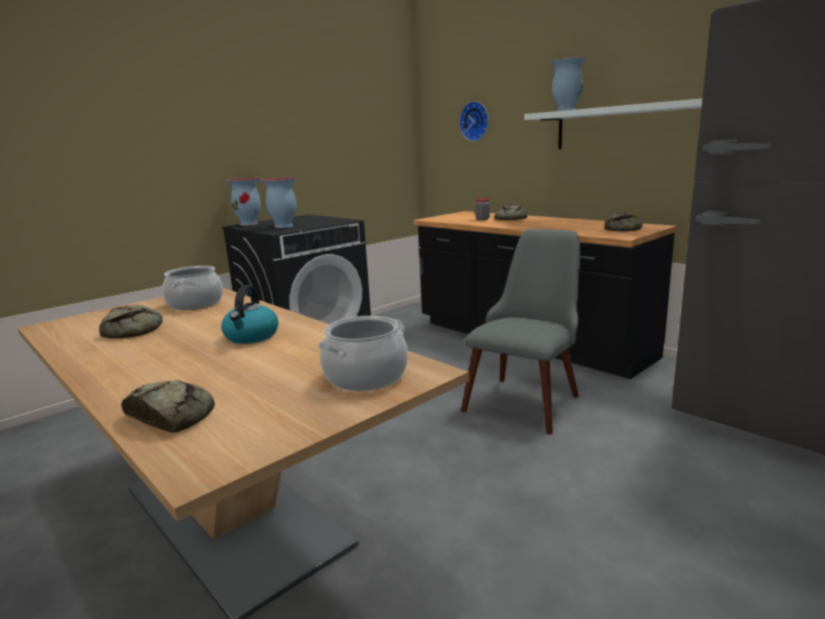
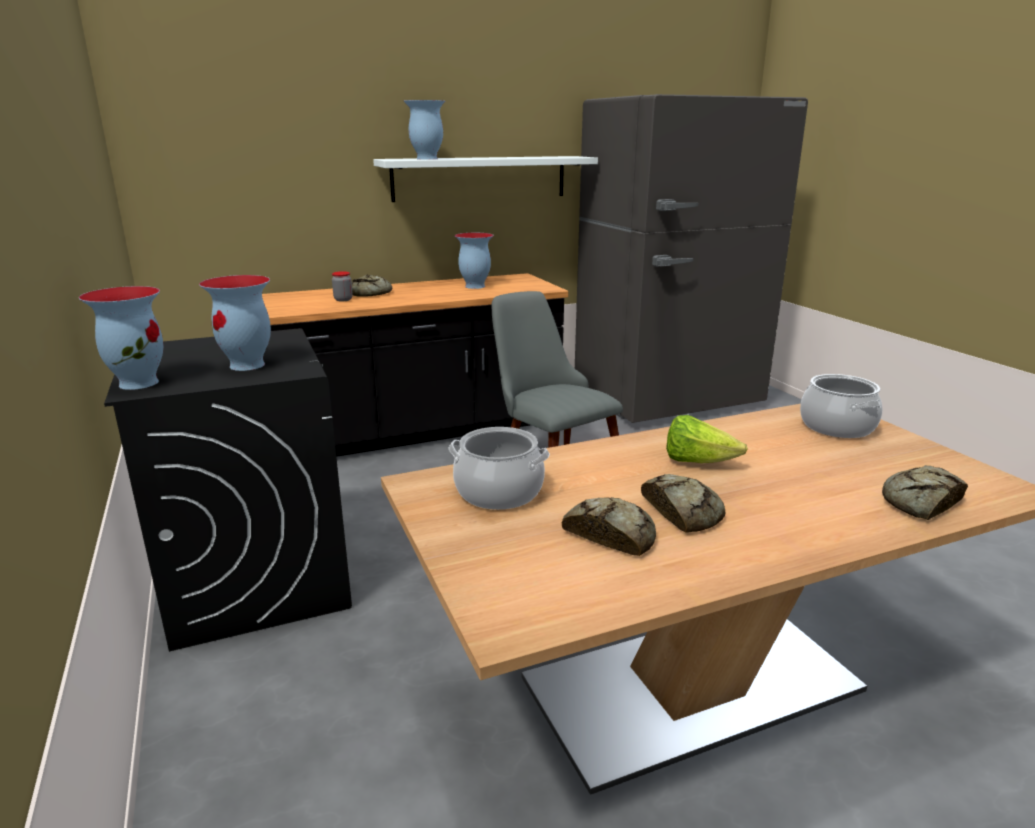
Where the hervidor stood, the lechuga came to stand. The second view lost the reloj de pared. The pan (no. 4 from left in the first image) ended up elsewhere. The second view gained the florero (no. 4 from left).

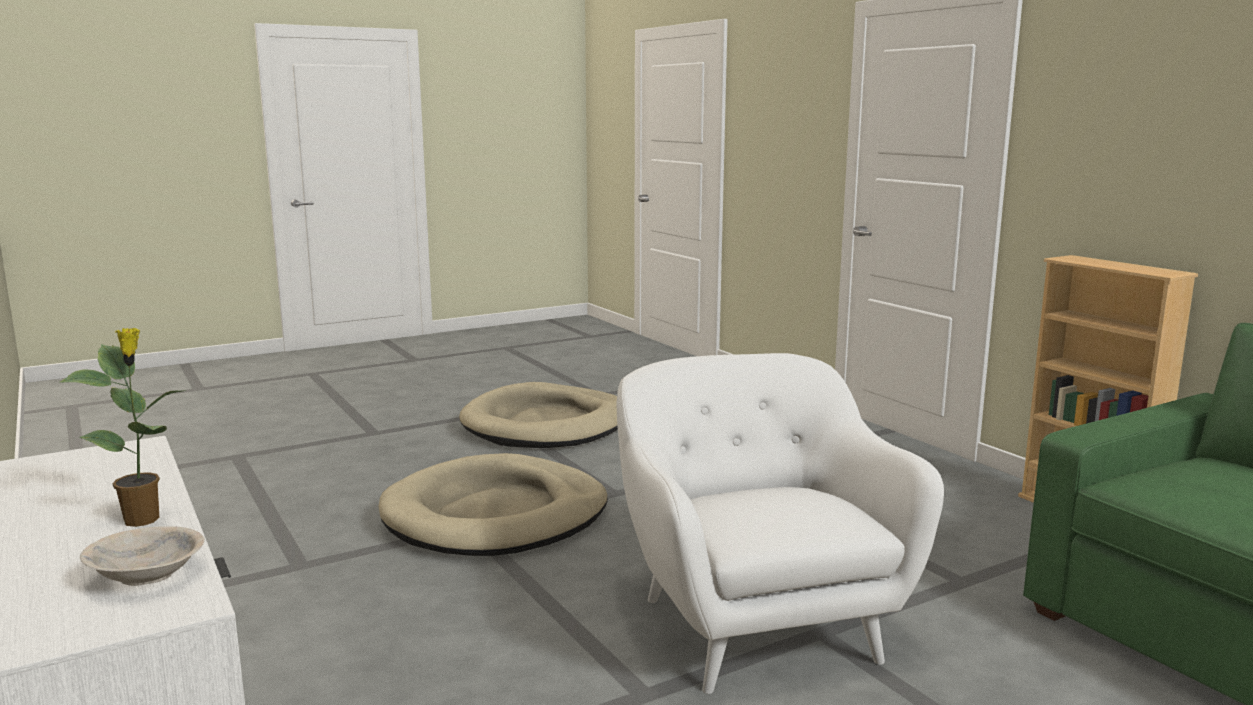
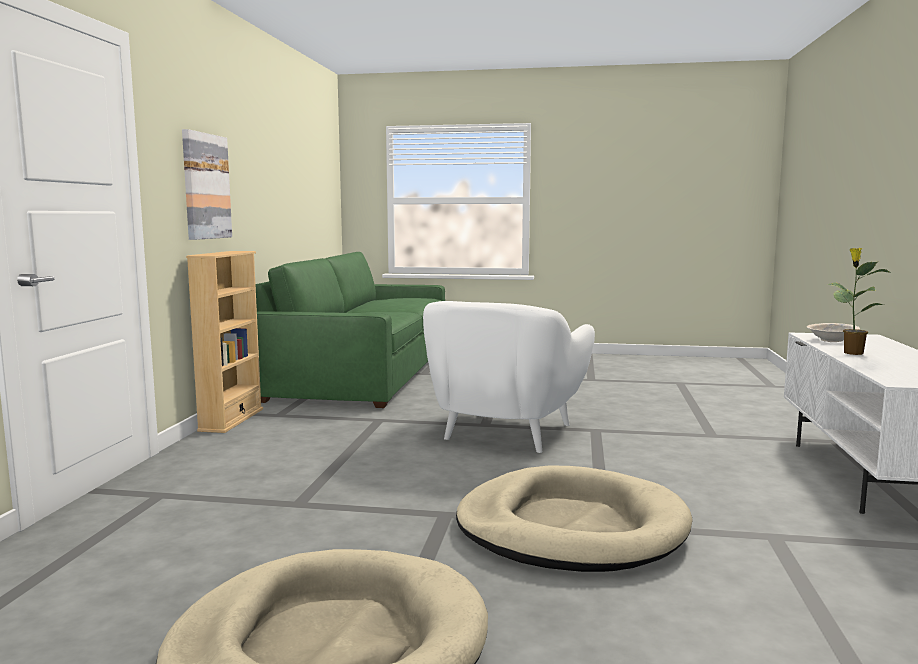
The second view gained the cuadro.

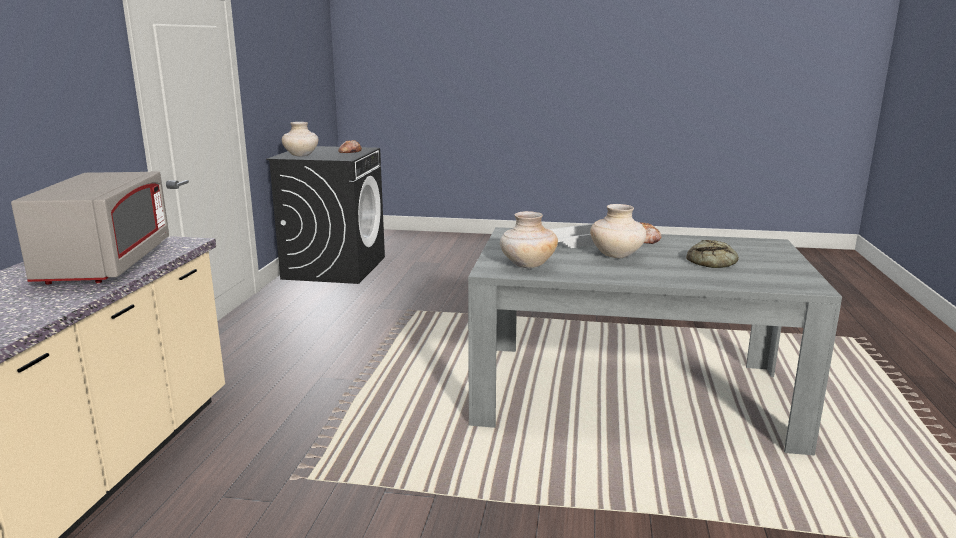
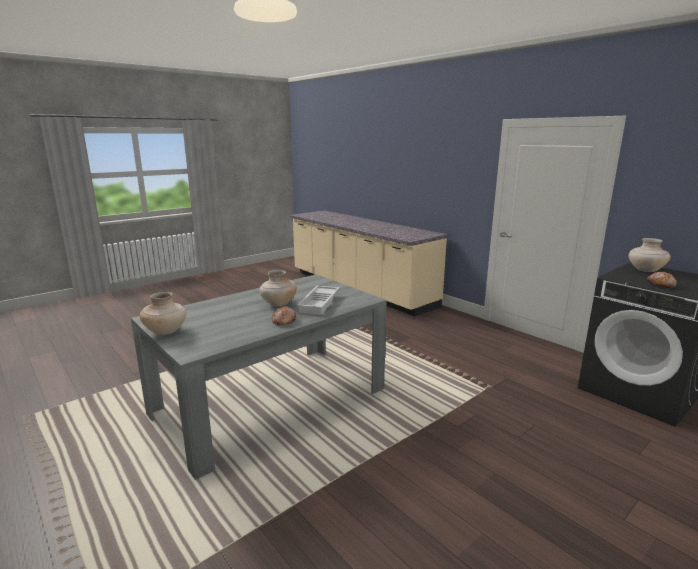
The second view lost the microondas/gris. The florero/beis (no. 2 from left in the first image) ended up elsewhere. The second view lost the pan (no. 3 from left).

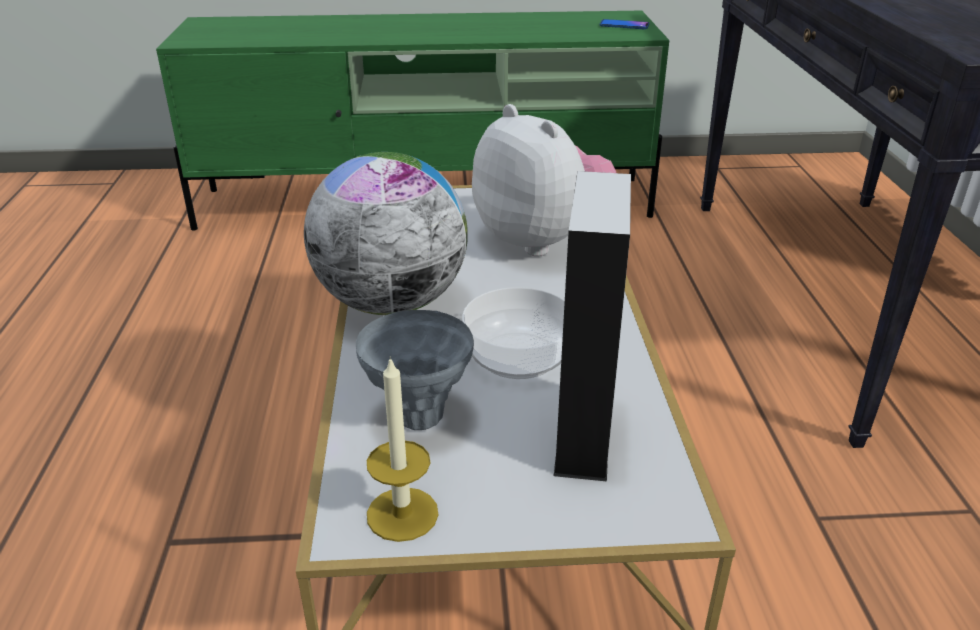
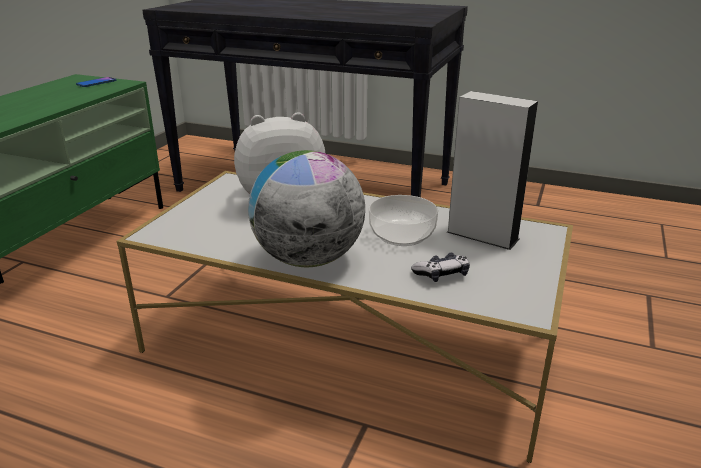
Where the florero/gris stood, the mando de consola came to stand. The second view lost the vela.

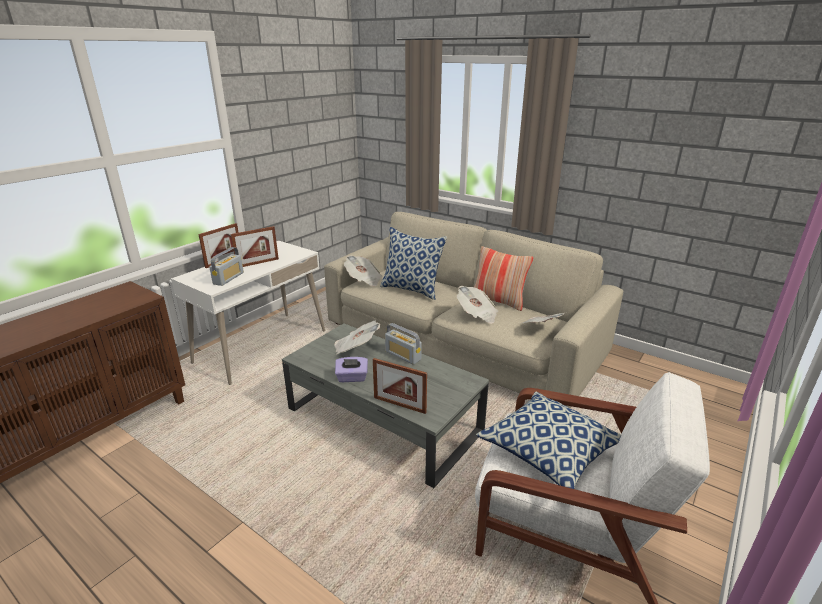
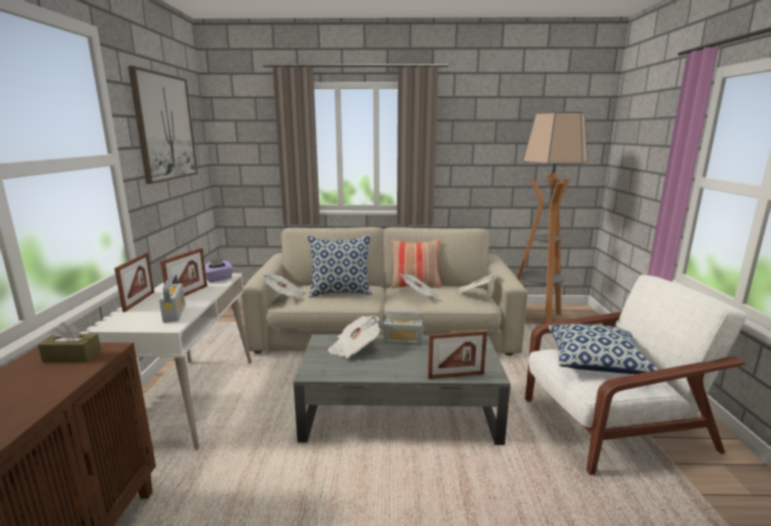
The caja de pañuelos/morado ended up elsewhere. The second view gained the caja de pañuelos/marrón. The second view gained the cuadro. The second view gained the lámpara de pie.

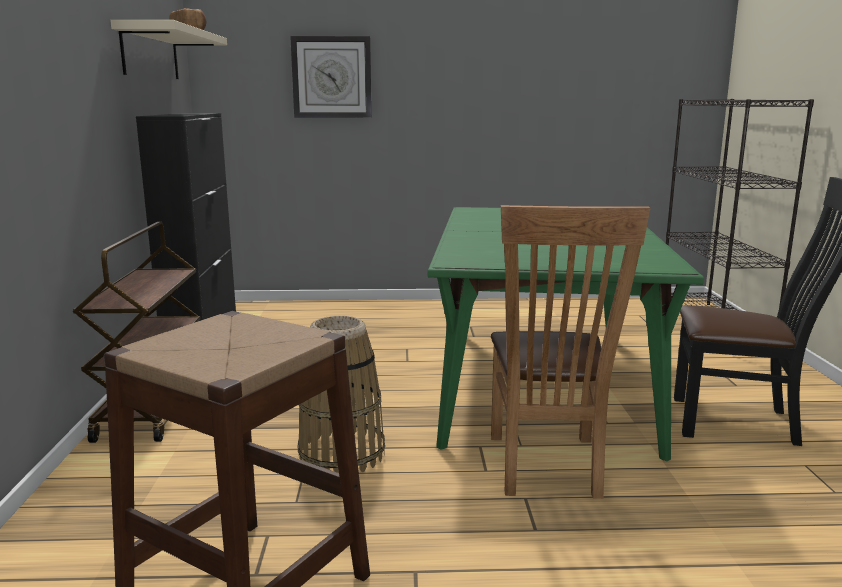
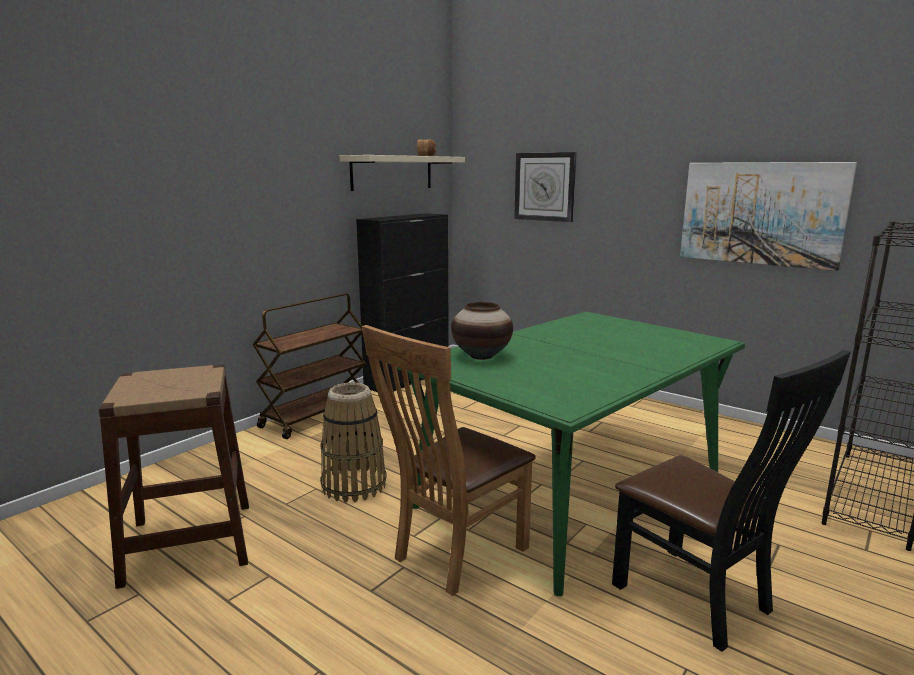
The second view gained the florero. The second view gained the cuadro.

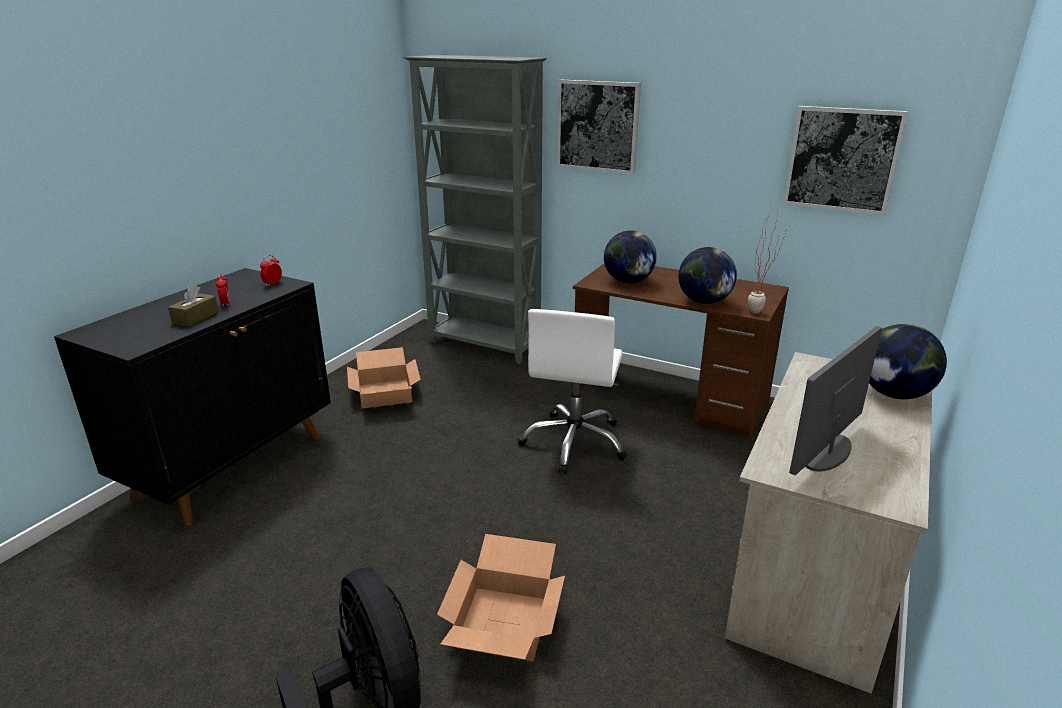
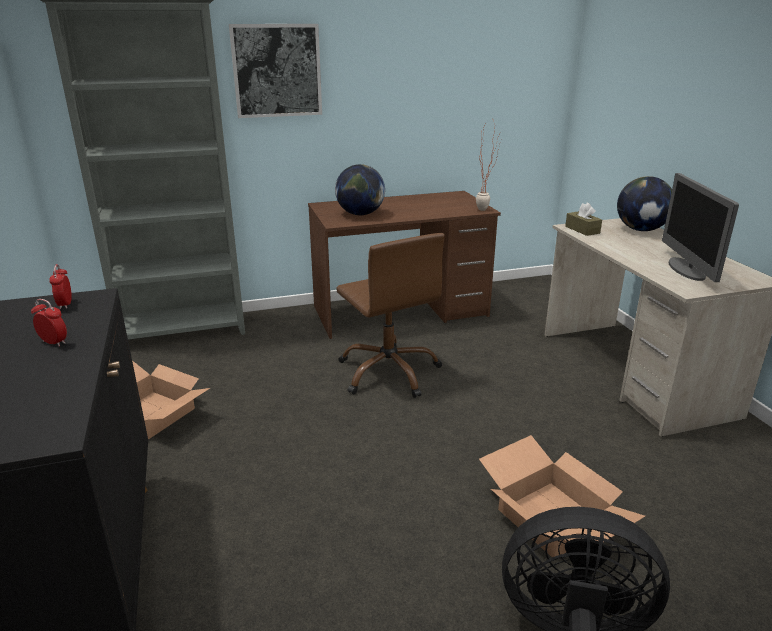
The caja de pañuelos/marrón ended up elsewhere. What was the silla de oficina/blanco turned into the silla de oficina/marrón. The second view lost the globo terráqueo (no. 2 from left). The second view lost the cuadro (no. 2 from left).

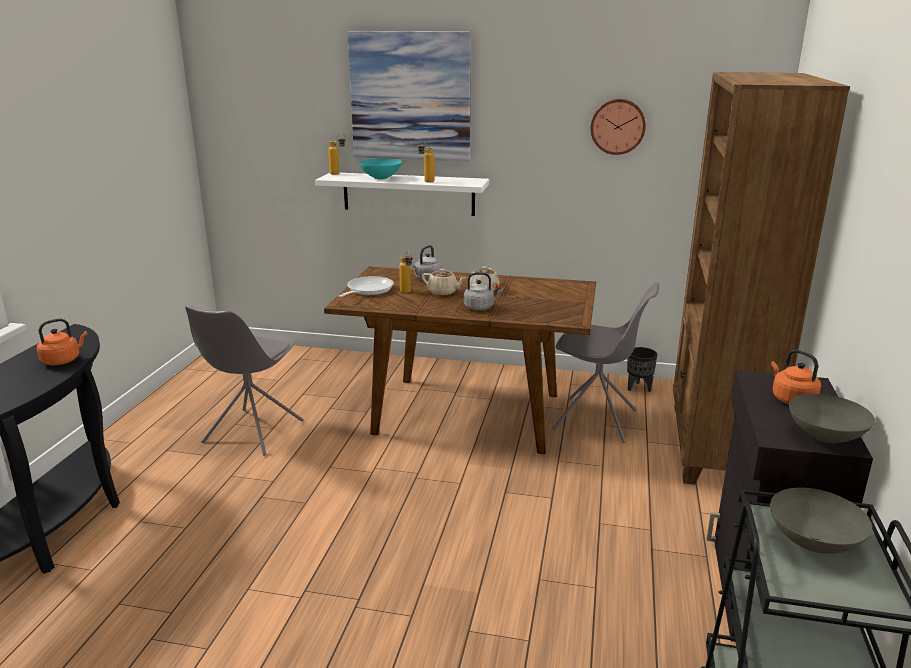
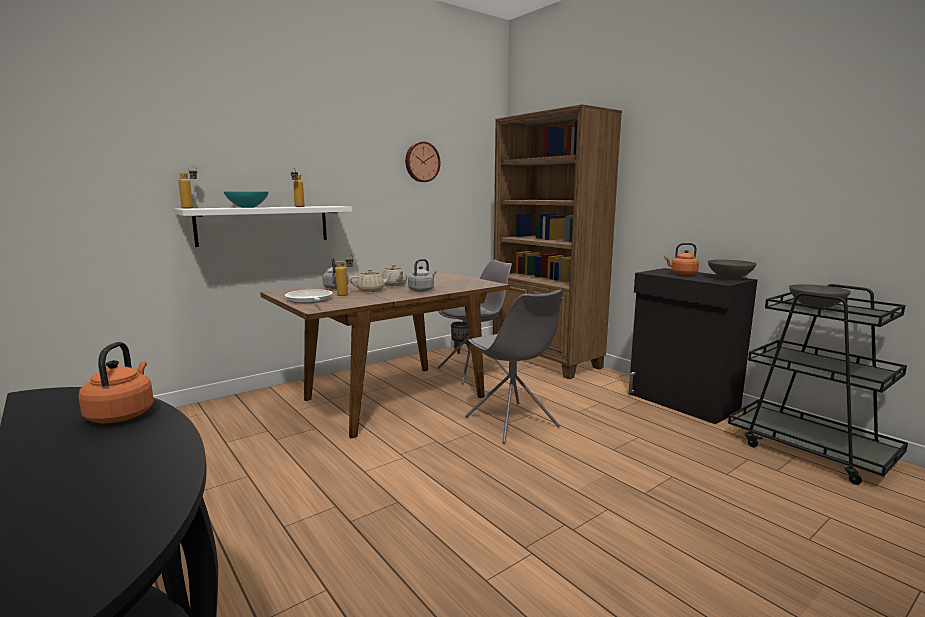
The silla/gris (no. 1 from left in the first image) ended up elsewhere. The second view lost the cuadro.

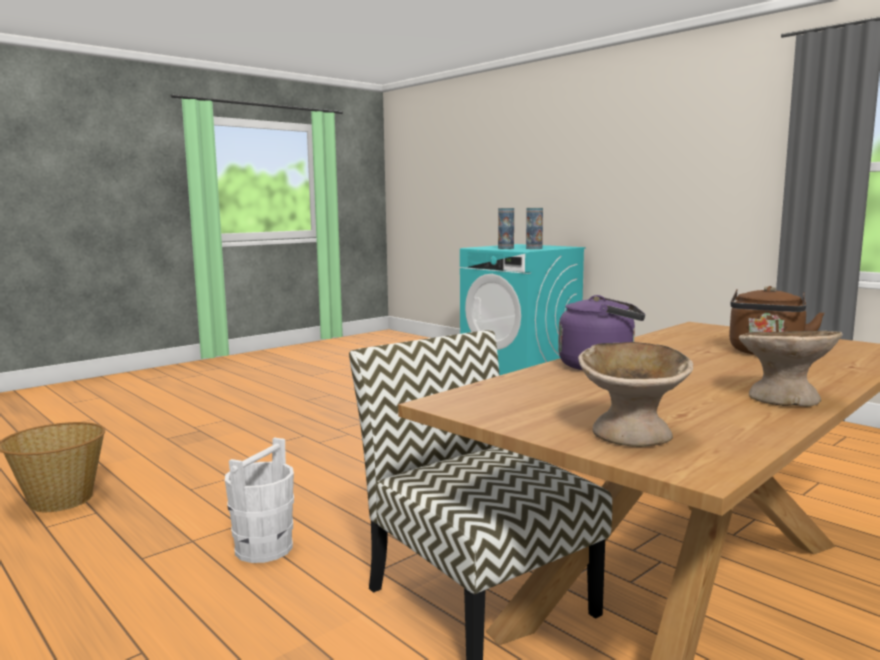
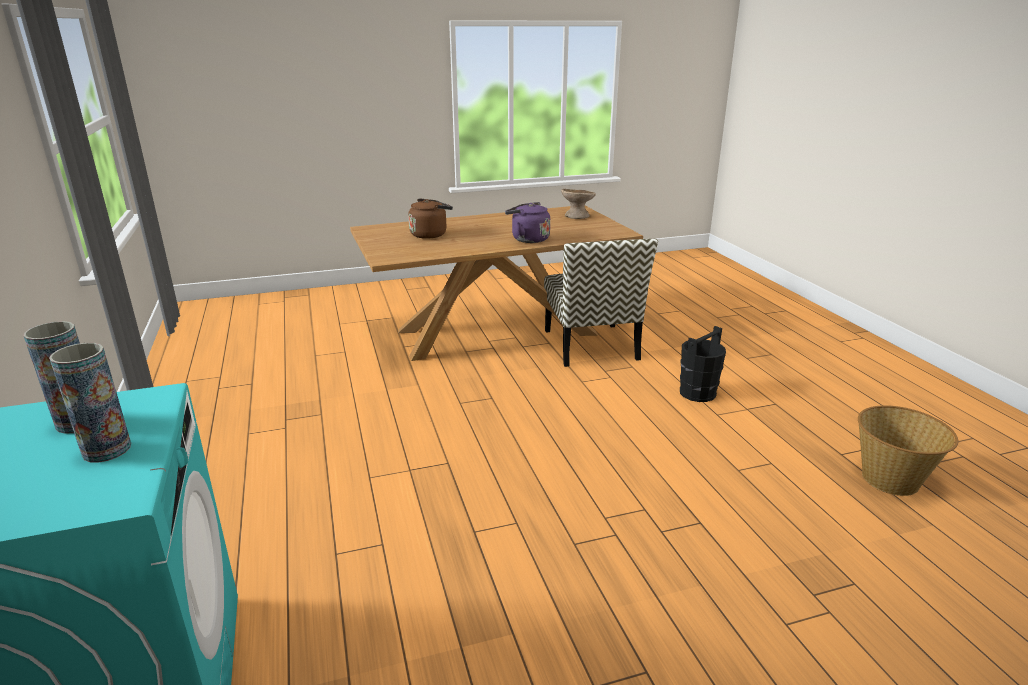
What was the cubo/blanco turned into the cubo/negro. The second view lost the cuenco/beis (no. 2 from left).

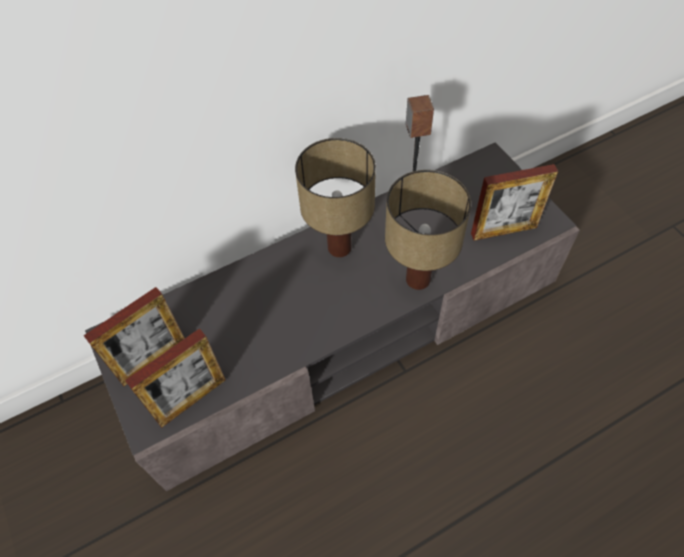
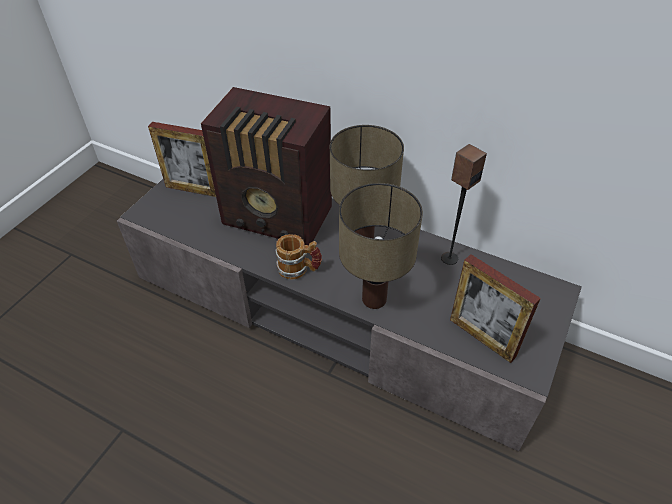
The second view lost the portarretratos (no. 2 from left). The second view gained the radio. The second view gained the taza grande.

